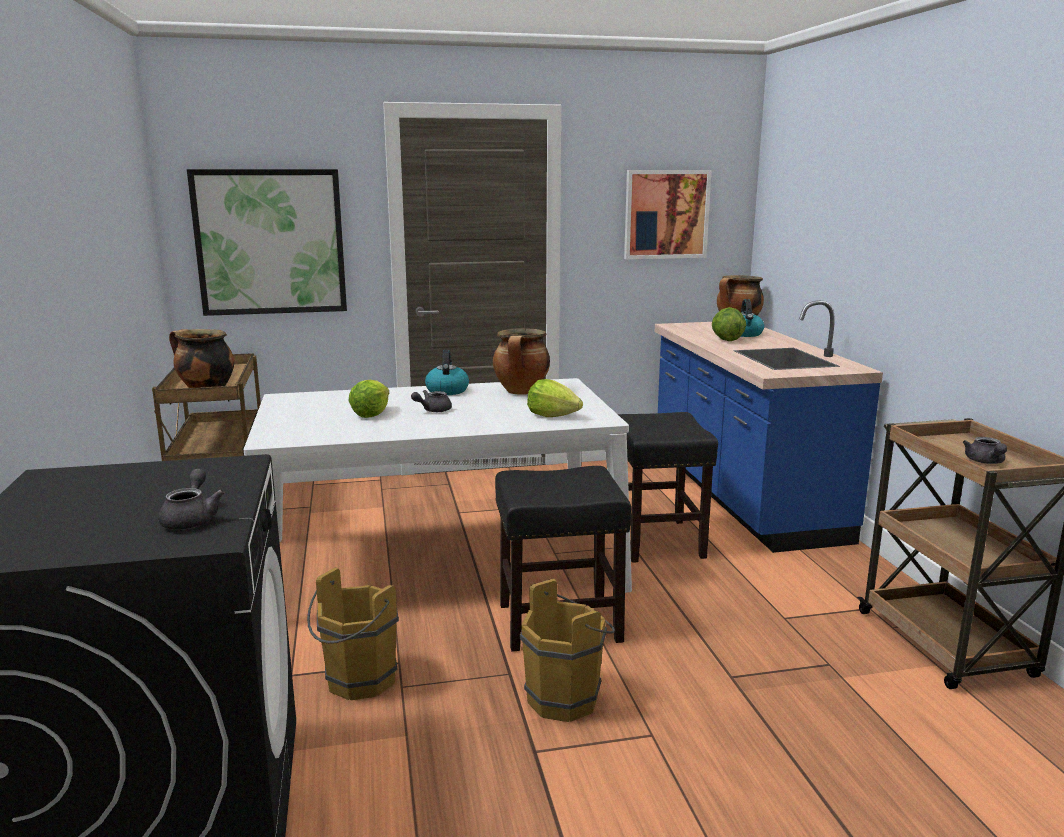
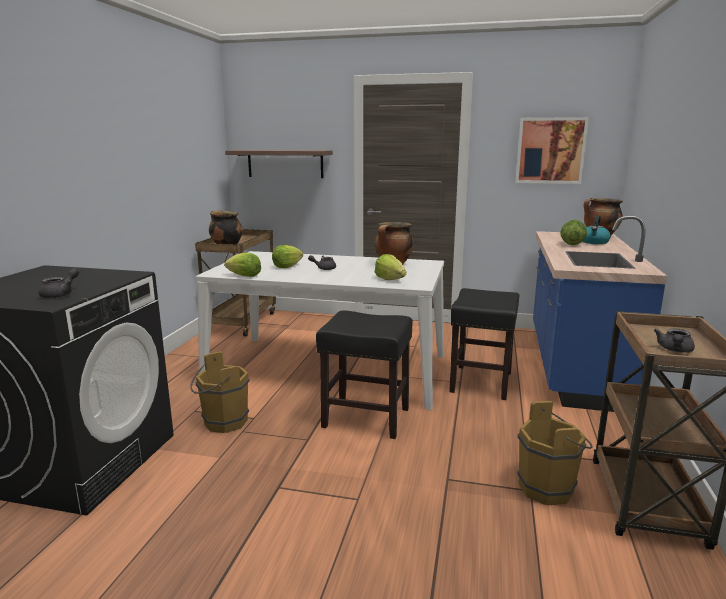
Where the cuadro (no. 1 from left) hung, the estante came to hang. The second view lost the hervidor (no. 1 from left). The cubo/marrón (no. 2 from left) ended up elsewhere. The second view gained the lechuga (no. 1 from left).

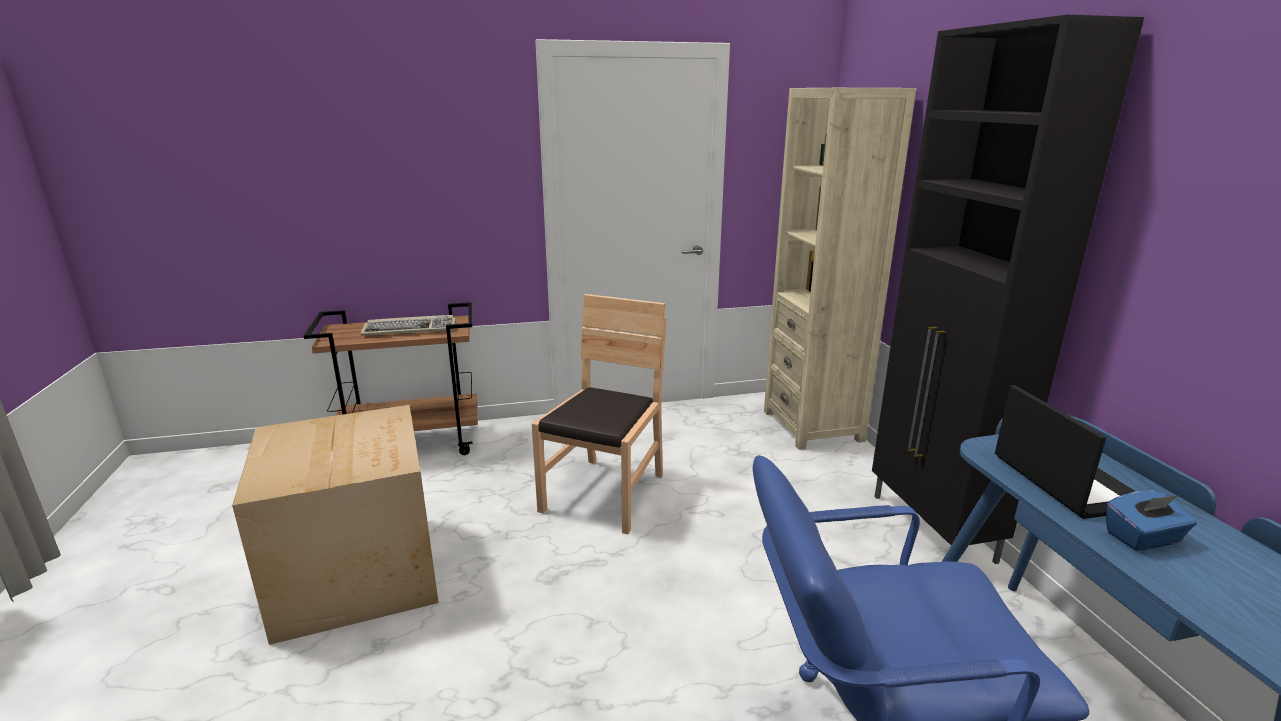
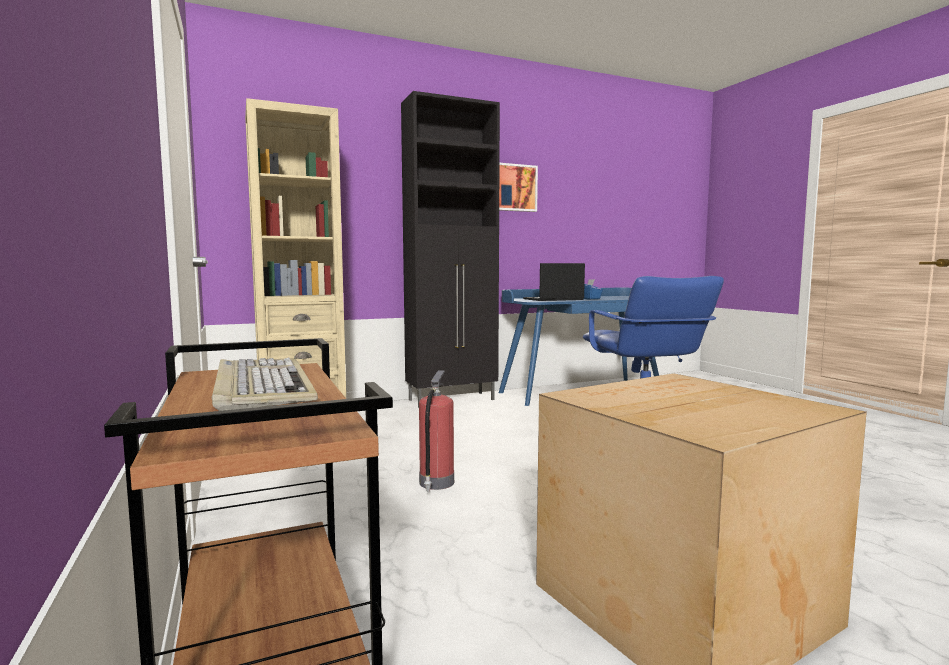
Where the silla/marrón stood, the extintor came to stand. The second view gained the cuadro.

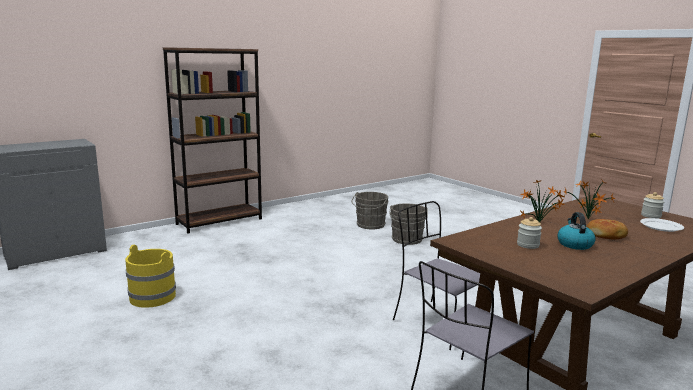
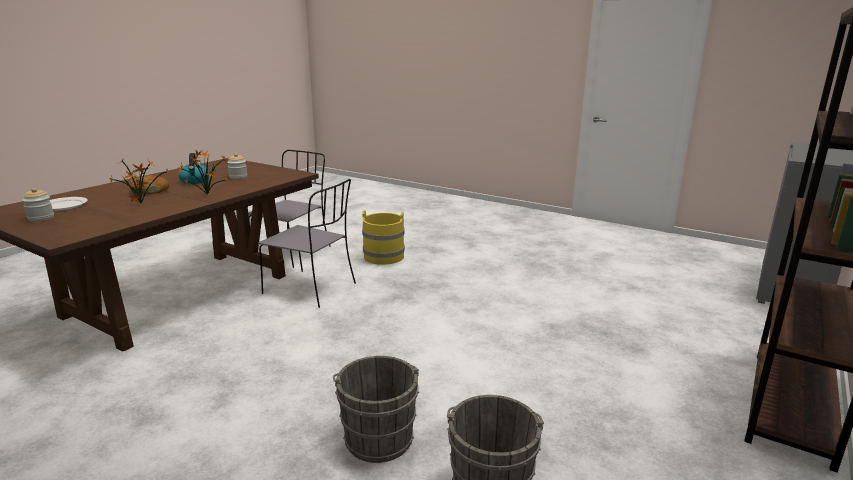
The cubo/amarillo ended up elsewhere.

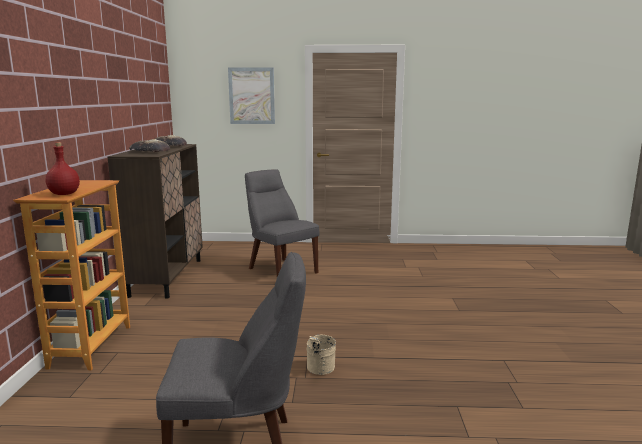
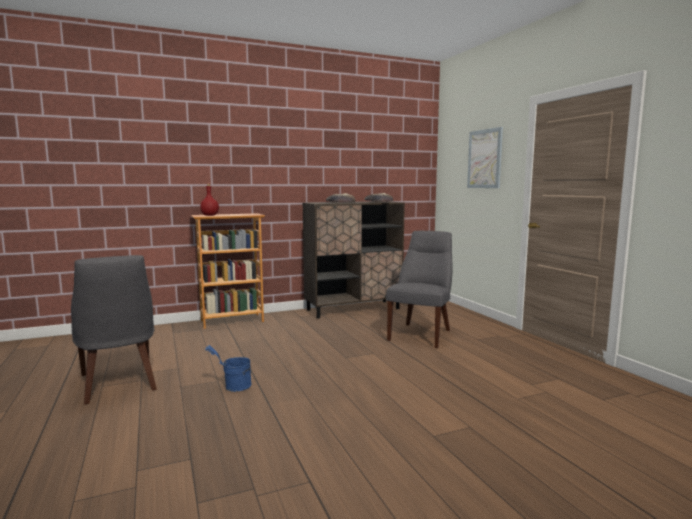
What was the cubo/beis turned into the cubo/azul.

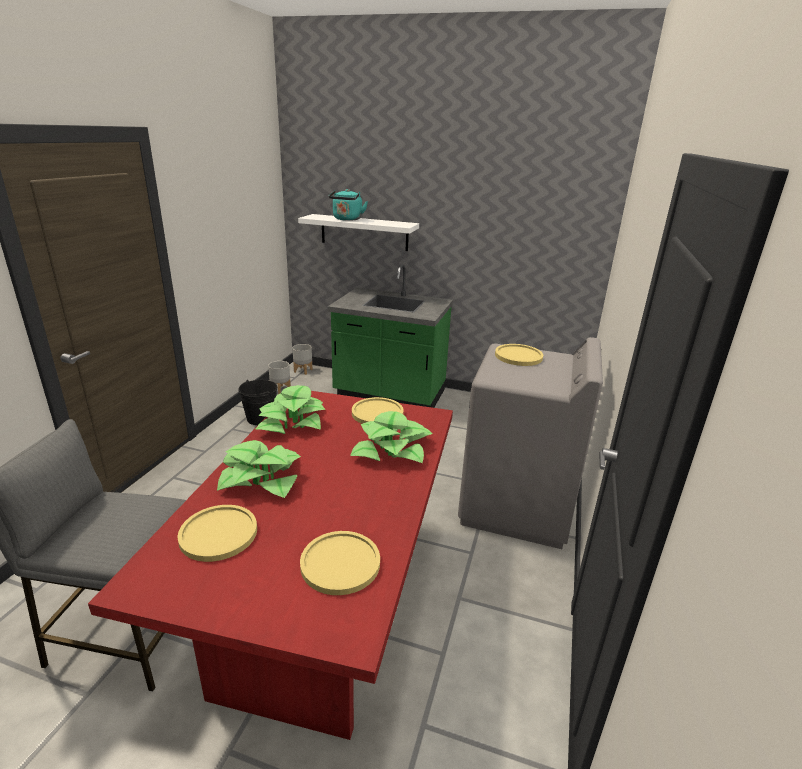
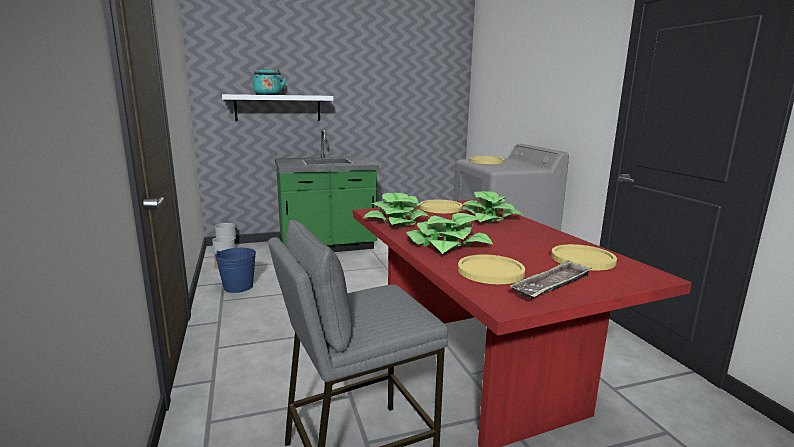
What was the cubo/negro turned into the cubo/azul. The second view gained the bandeja.

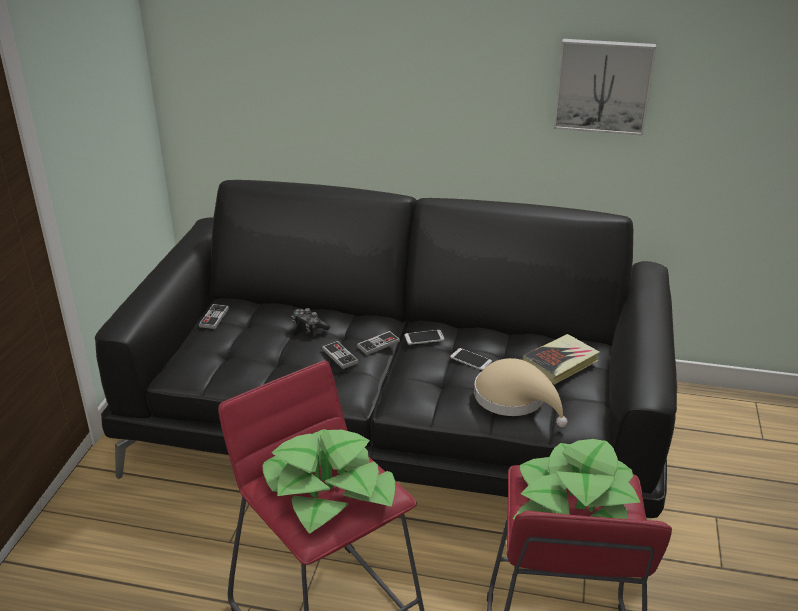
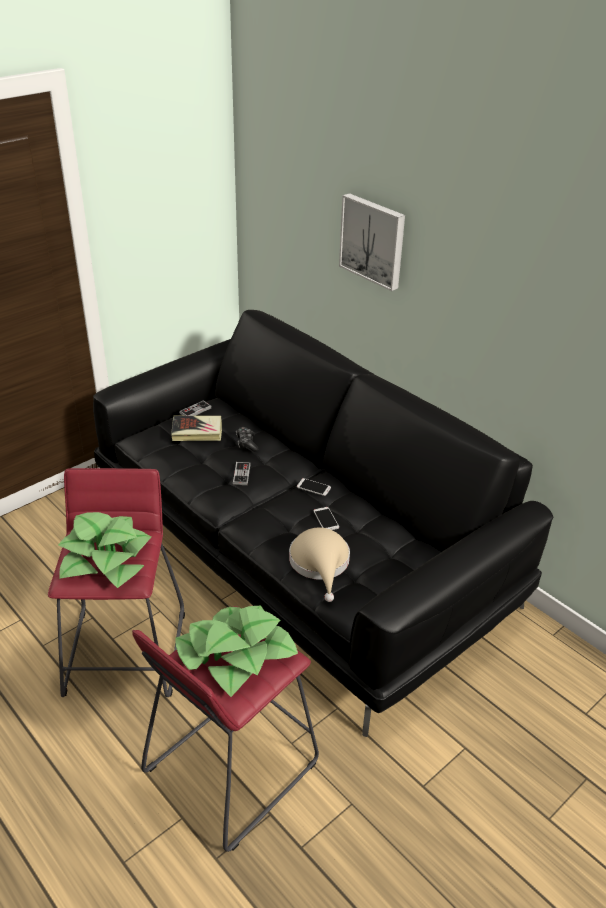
The second view lost the mando de consola (no. 4 from left). The libro ended up elsewhere. The cuadro ended up elsewhere.

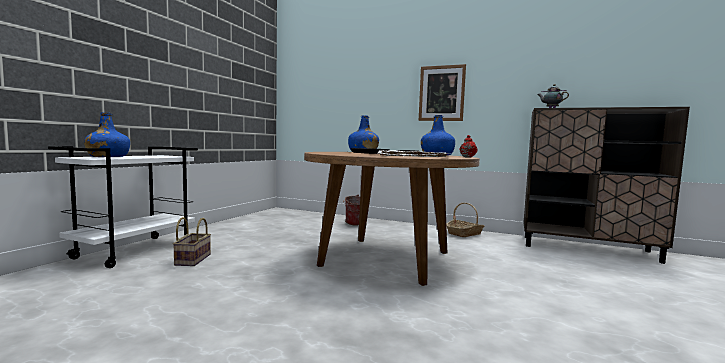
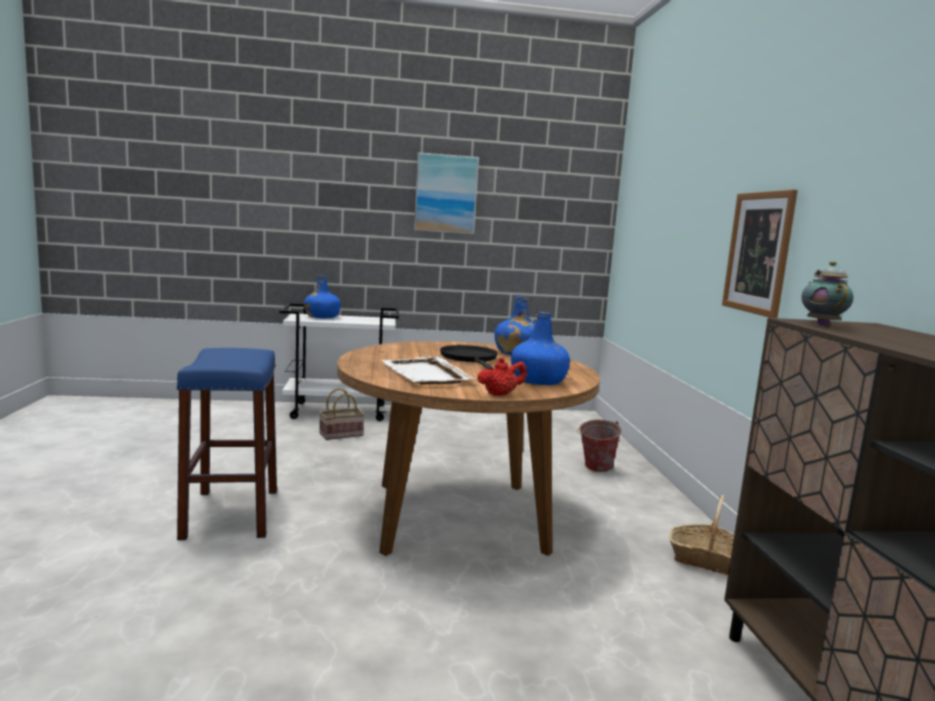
The second view gained the taburete/azul. The second view gained the cuadro (no. 1 from left).

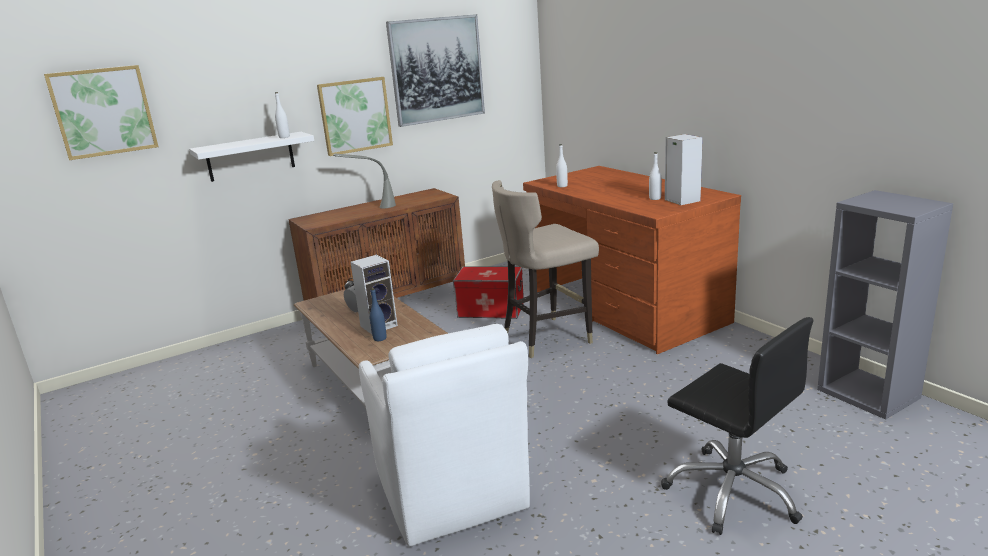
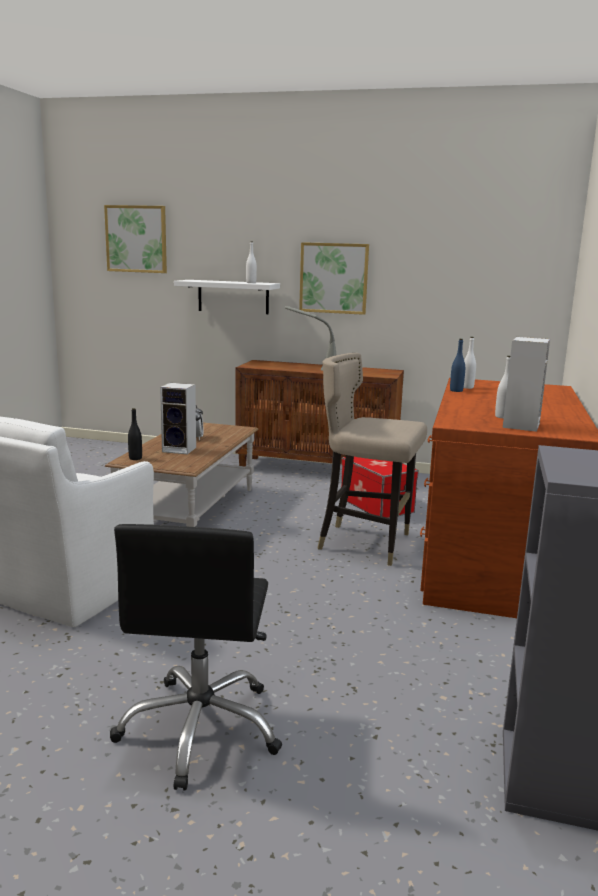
The botella/azul ended up elsewhere. The second view lost the cuadro (no. 3 from left). The second view gained the botella/negro.

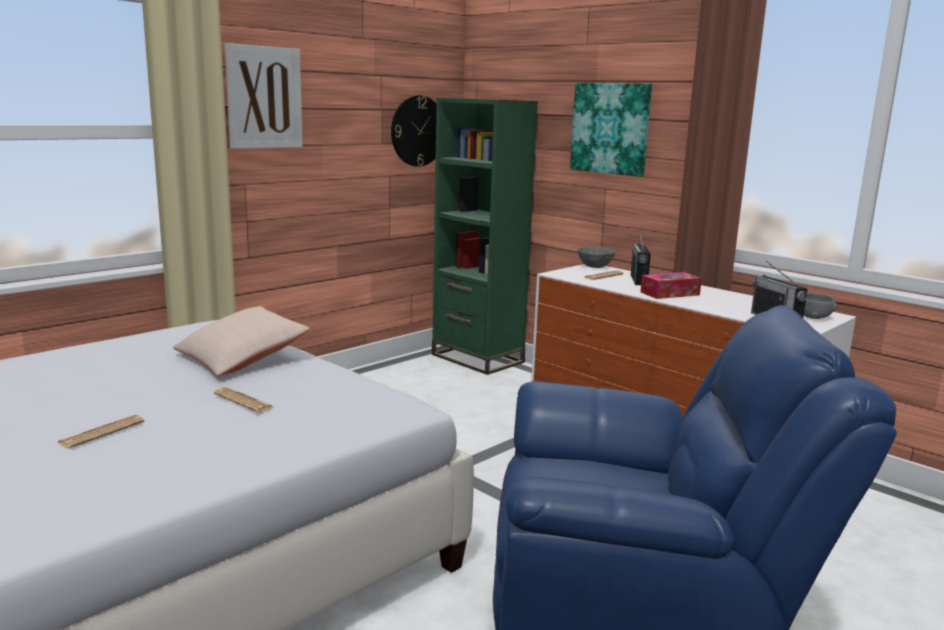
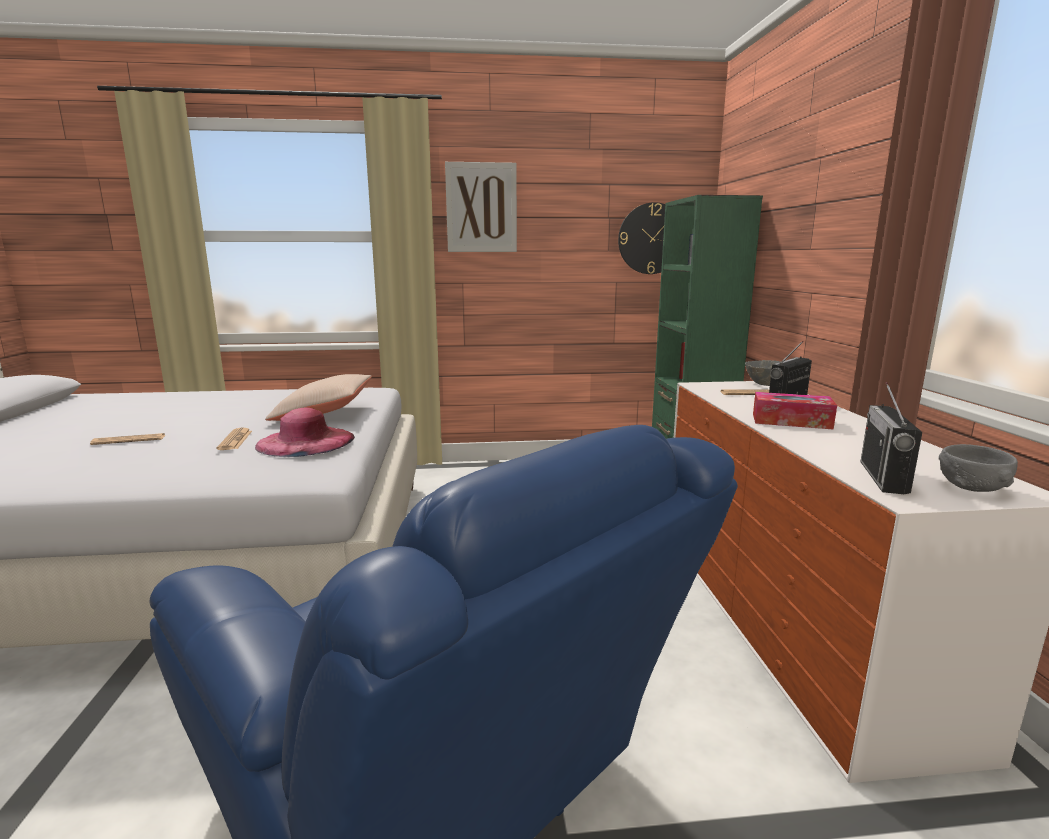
The second view lost the cuadro (no. 2 from left). The second view gained the sombrero/rosa.

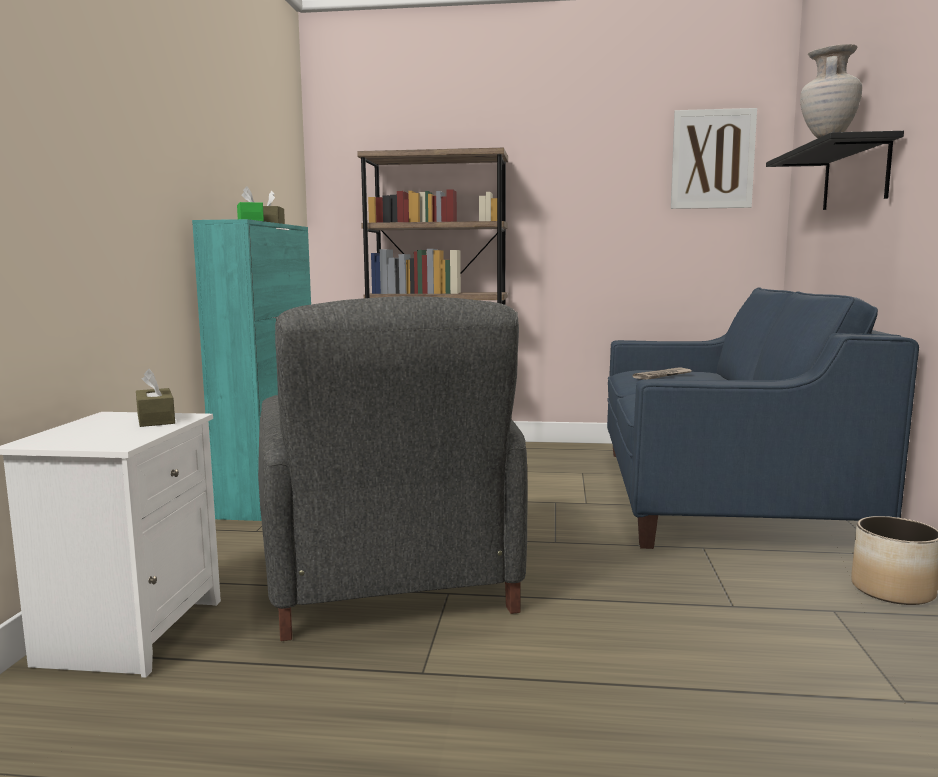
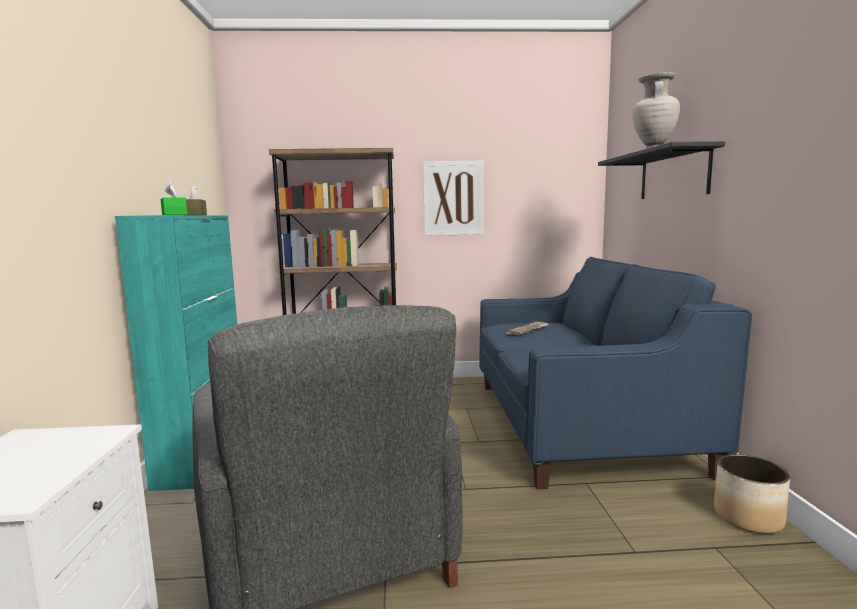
The second view lost the caja de pañuelos/marrón (no. 1 from left). The cuadro ended up elsewhere.

